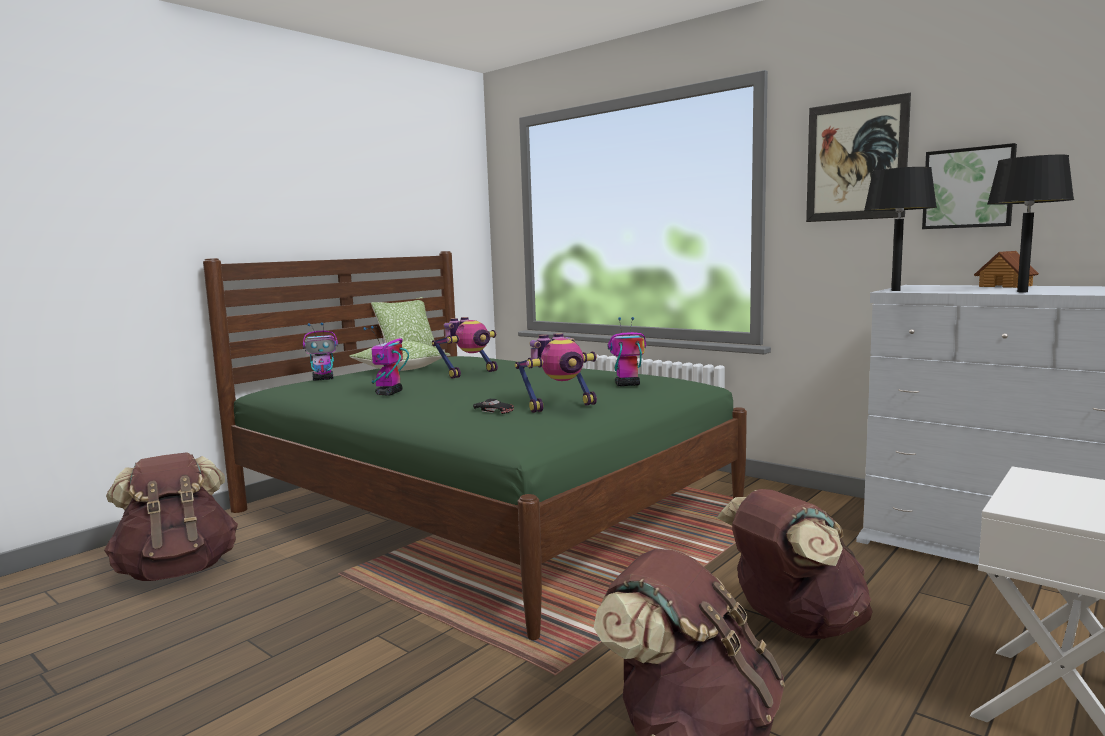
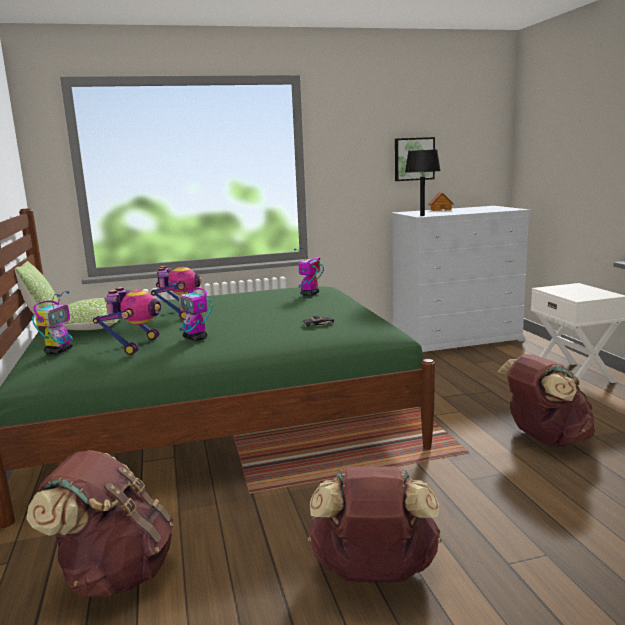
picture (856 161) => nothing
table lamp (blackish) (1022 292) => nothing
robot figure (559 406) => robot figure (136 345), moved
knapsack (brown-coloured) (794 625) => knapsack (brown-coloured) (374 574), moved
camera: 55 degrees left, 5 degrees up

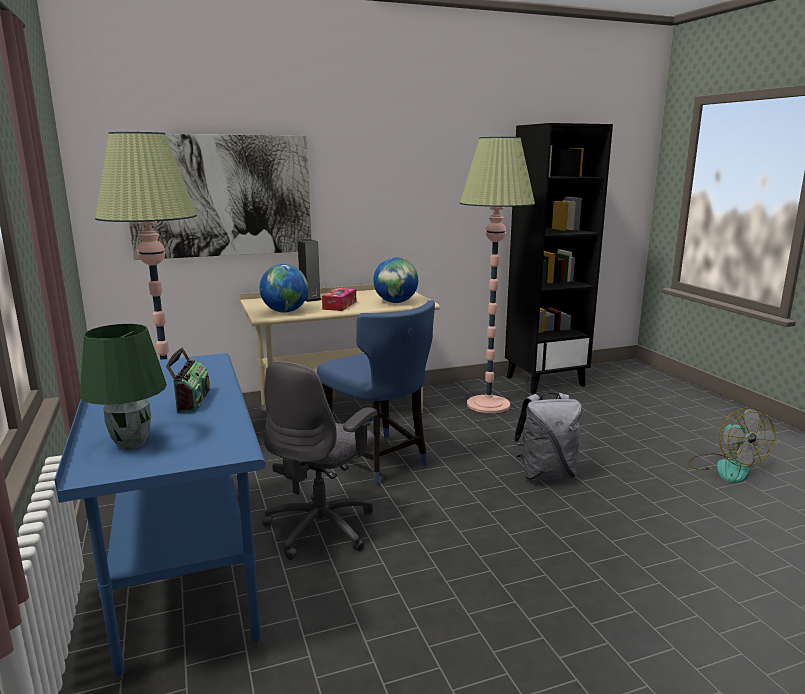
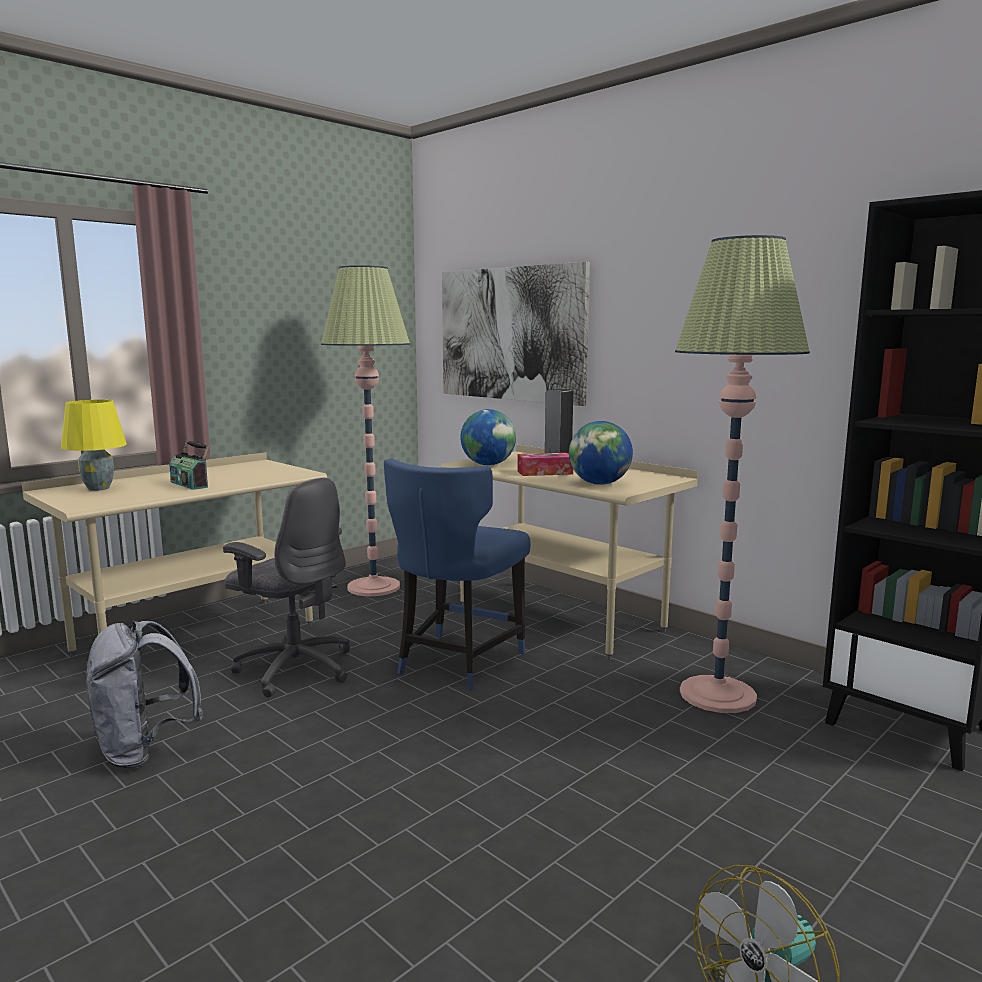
table lamp (green-coloured) (132 443) => table lamp (yellow) (99 488)
radio (191 401) => radio (190 484), 75 degrees clockwise
desk unit (blue-coloured) (184 577) => desk unit (sand-coloured) (196 639)
computer chair (gray) (322 527) => computer chair (gray) (295 668), 150 degrees counterclockwise
knapsack (gray) (546 474) => knapsack (gray) (145 750), moved
camera: 65 degrees right, 5 degrees down

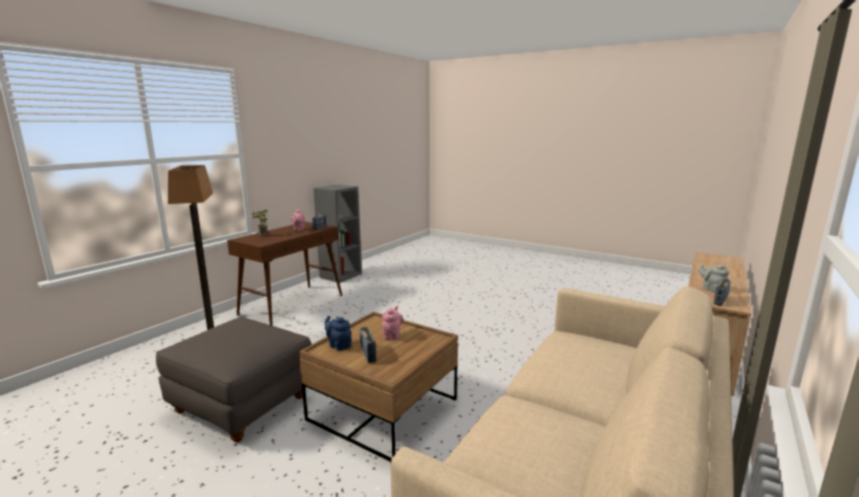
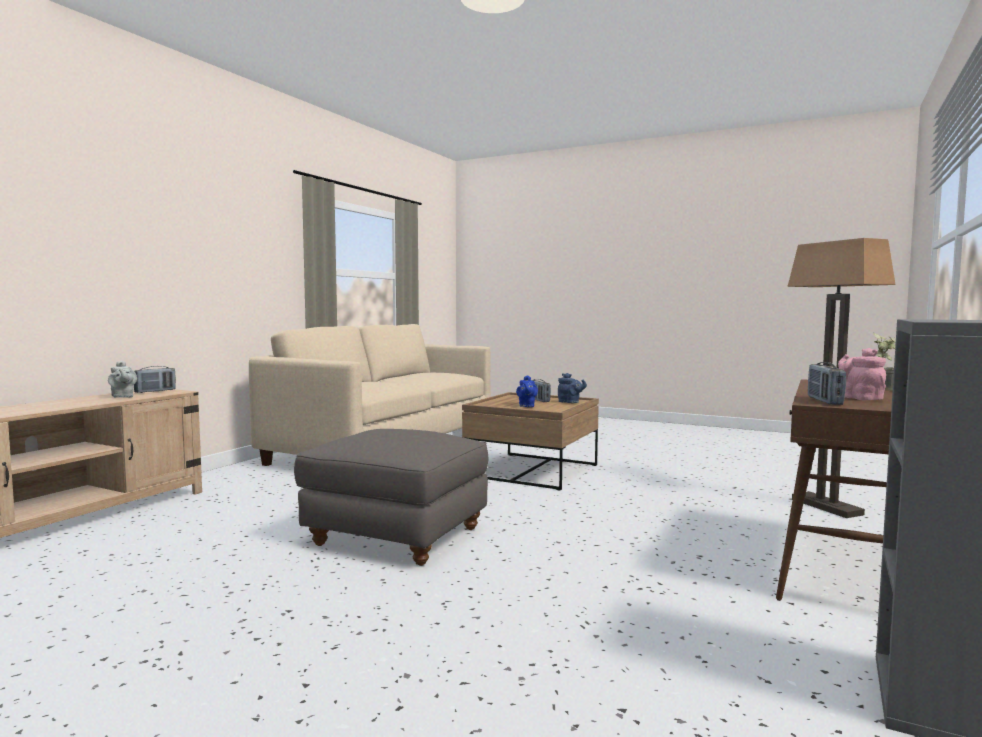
teapot (pinkish) (392 335) => teapot (blue-coloured) (526 406)
ottoman (gray) (243 405) => ottoman (gray) (396 537), moved
camera: 175 degrees right, 10 degrees down

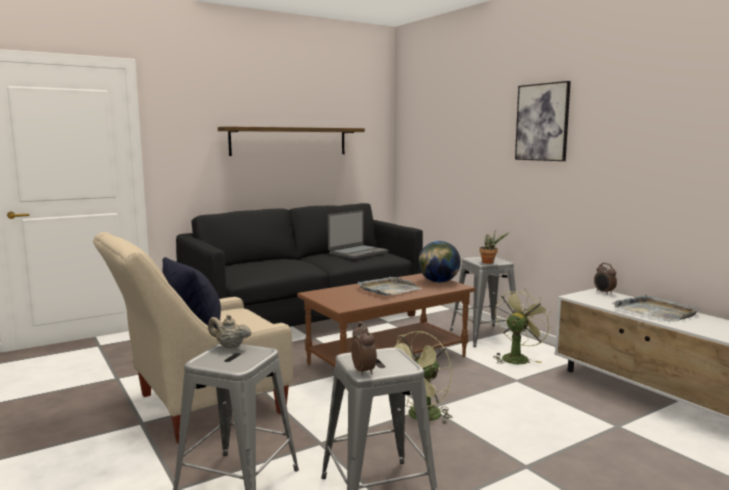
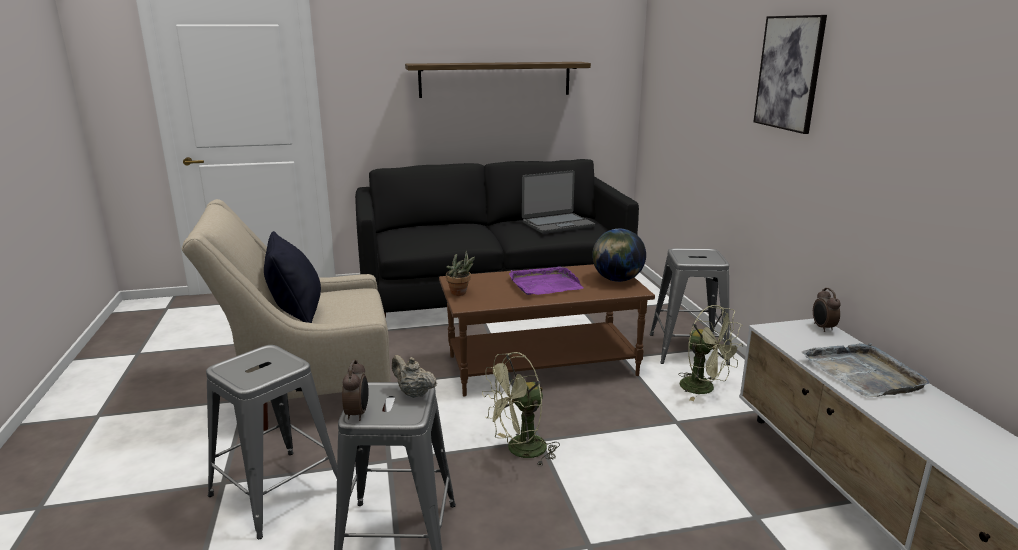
plant in a pot (489 262) => plant in a pot (461 293), moved
carrying tray (gray) (388 289) => carrying tray (purple-coloured) (544 284)
fan (green-coloured) (517 358) => fan (green-coloured) (704 389), 75 degrees clockwise
teapot (sand-coloured) (229 346) => teapot (sand-coloured) (413 393), moved
camera: 20 degrees right, 10 degrees up

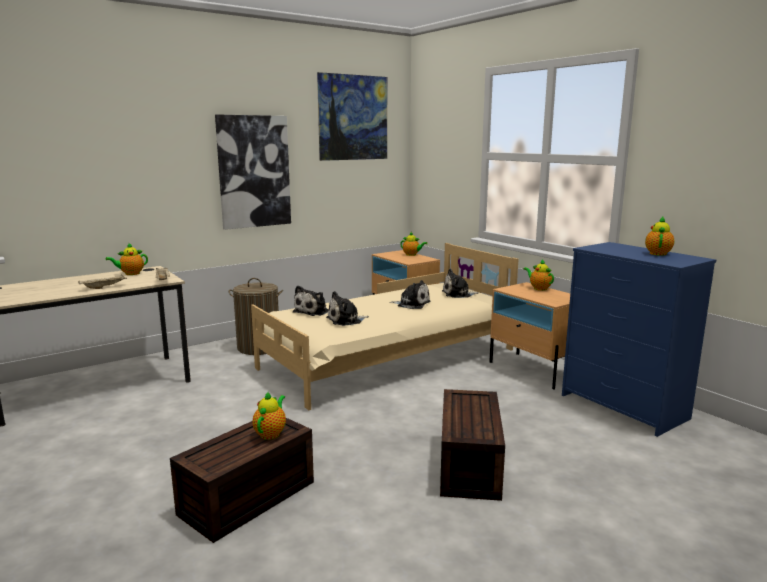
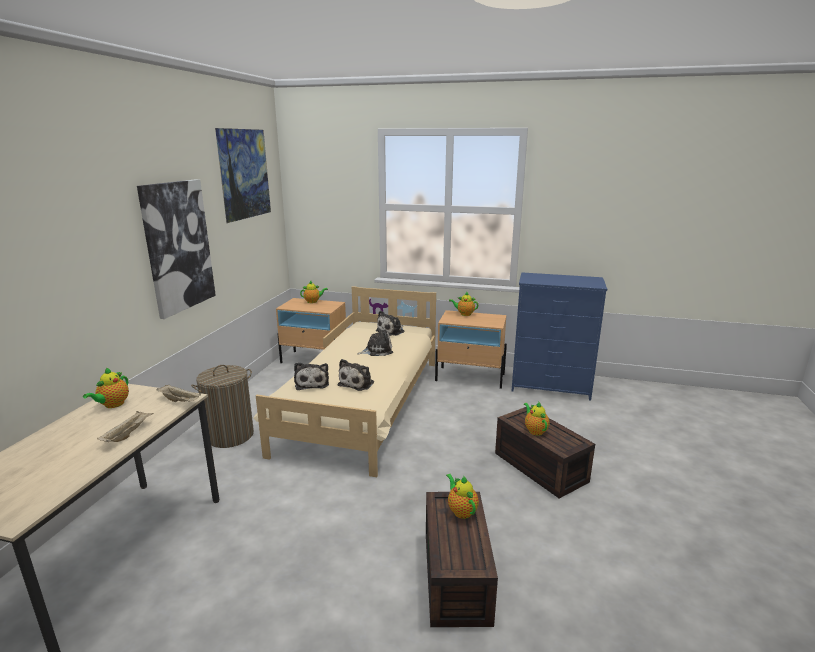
teapot (658 253) => teapot (535 430), moved
camera: 40 degrees left, 5 degrees up

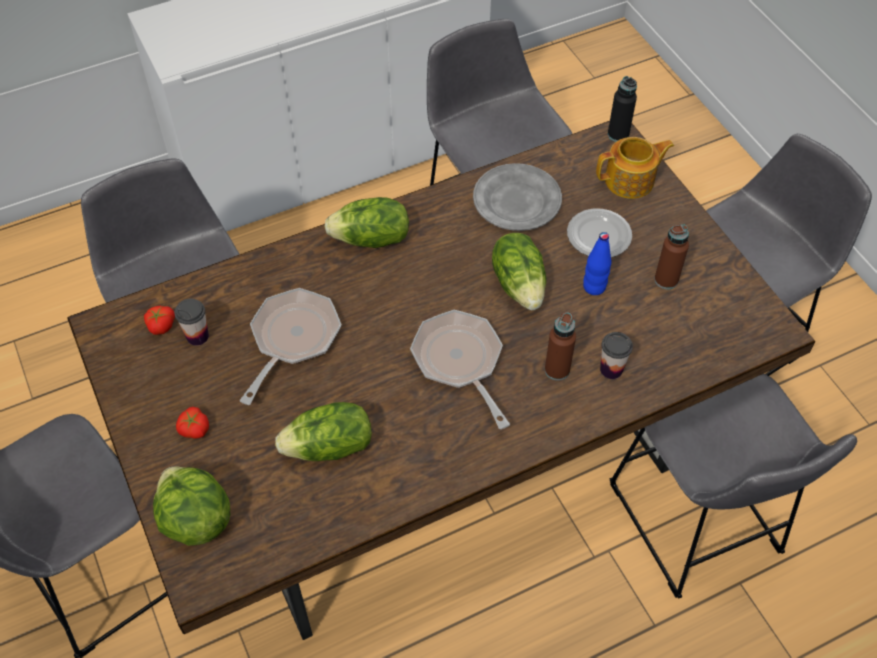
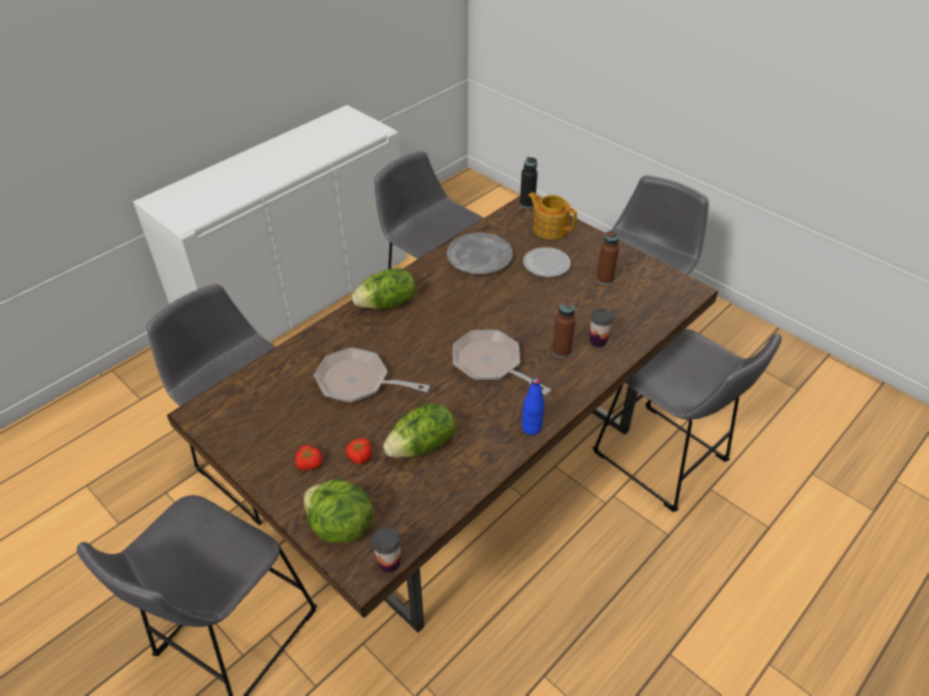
teapot (630 181) => teapot (550 228), 105 degrees counterclockwise
bottle (blue-coloured) (594 287) => bottle (blue-coloured) (531 428), moved
lettuce (520 284) => nothing
skillet (292 339) => skillet (358 382), 75 degrees counterclockwise
cup (197 336) => cup (389 562), moved
fresh tomato (160 325) => fresh tomato (359 456), moved
camera: 20 degrees left, 10 degrees down

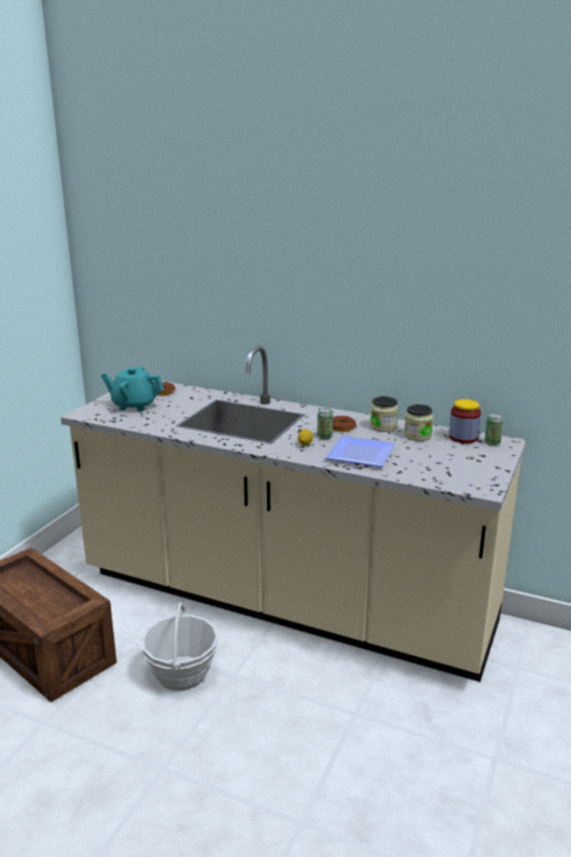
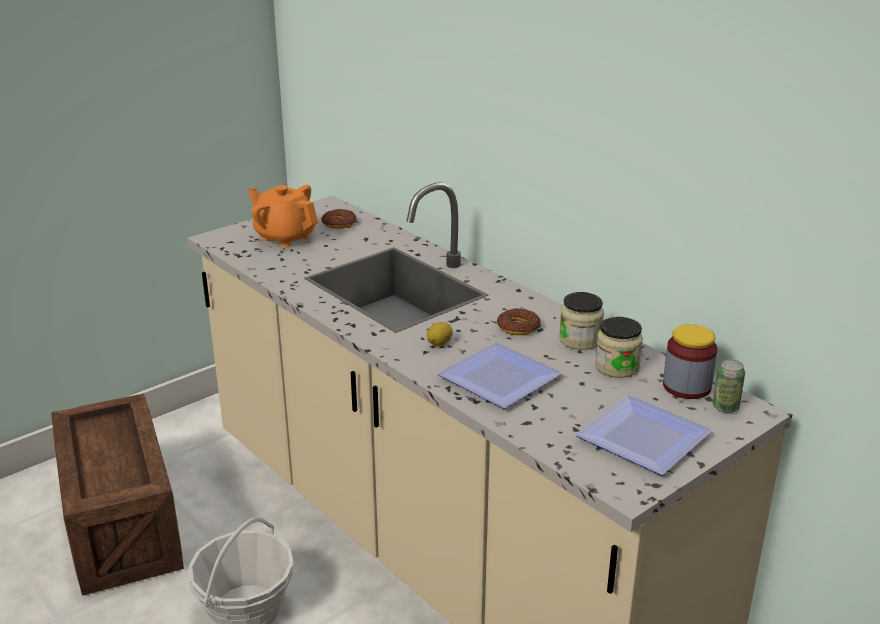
teapot (blue-green) (134 405) => teapot (orange-coloured) (285 237)
metal can (324 437) => nothing
nothing => plate (648 438)
camera: 25 degrees right, 5 degrees up

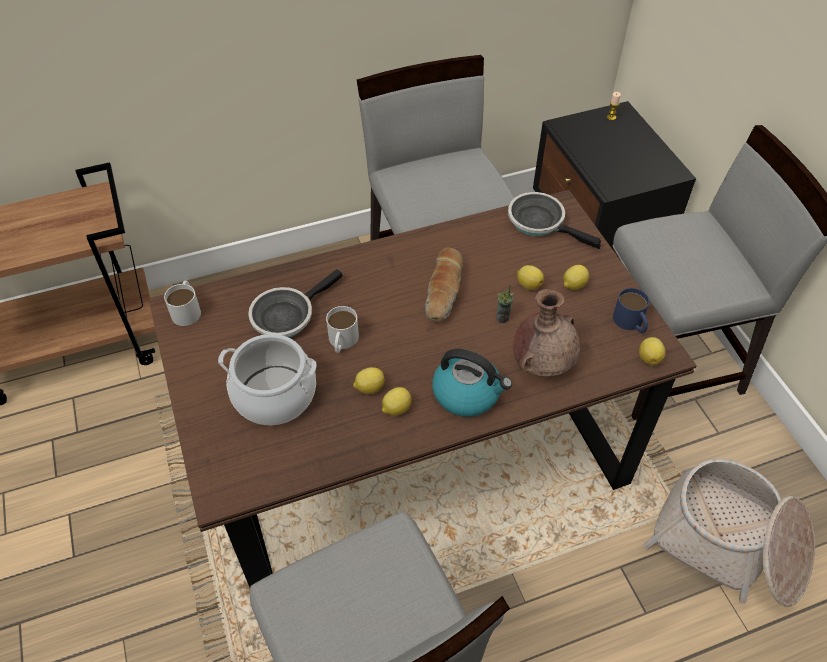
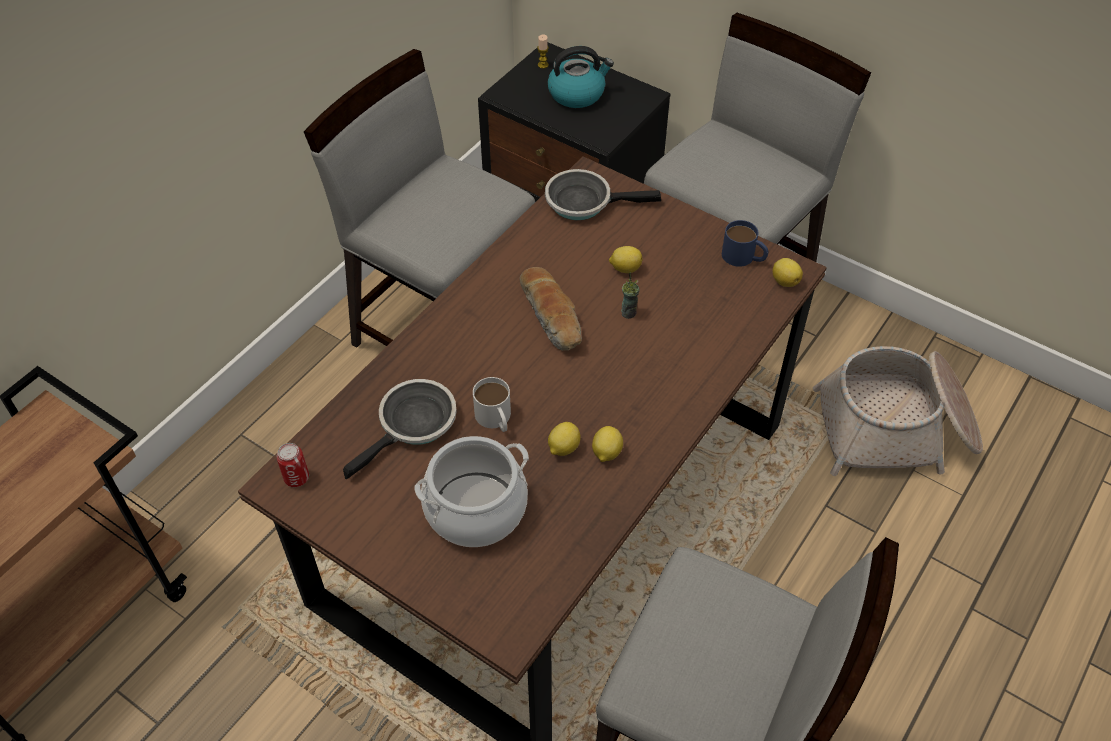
citrus fruit (573 285) => nothing
skillet (286 316) => skillet (414 425), 150 degrees counterclockwise
coffee mug (whitish) (187 309) => metal can (296 478)
decorative vase (brown-coloured) (542 364) => nothing
tea kettle (467 393) => tea kettle (577 93), moved
camera: 35 degrees left, 0 degrees up

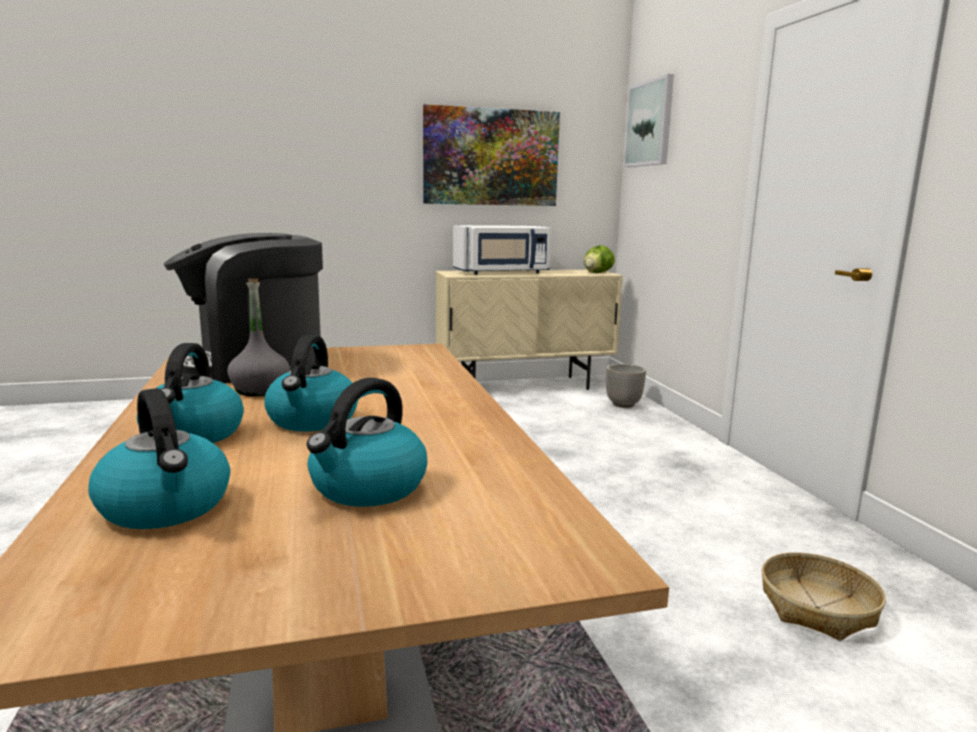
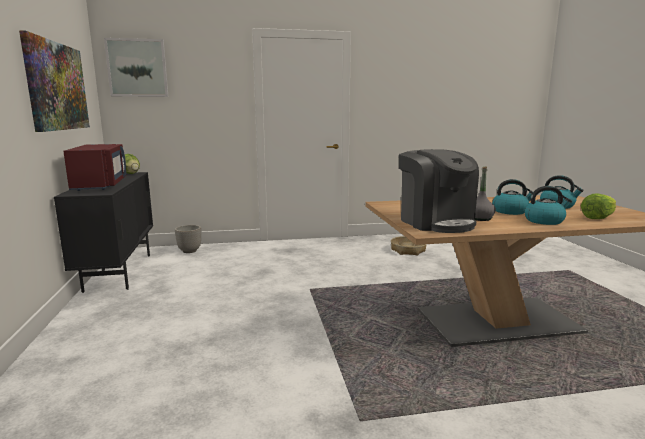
microwave (whitish) (502 272) => microwave (red-coloured) (101 185)
cupboard (sand-coloured) (525 386) => cupboard (blackish) (119 272)
tea kettle (166 507) => lettuce (598 218)
camera: 85 degrees left, 0 degrees up

